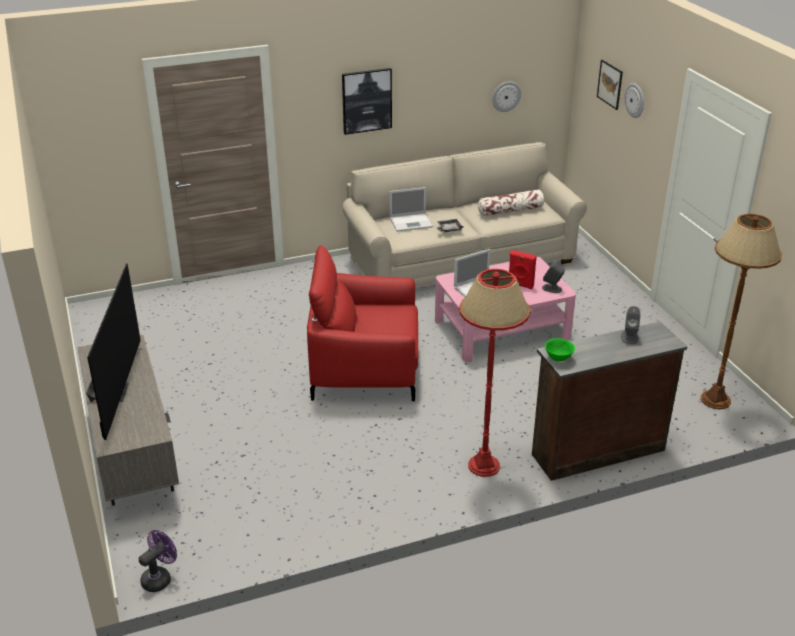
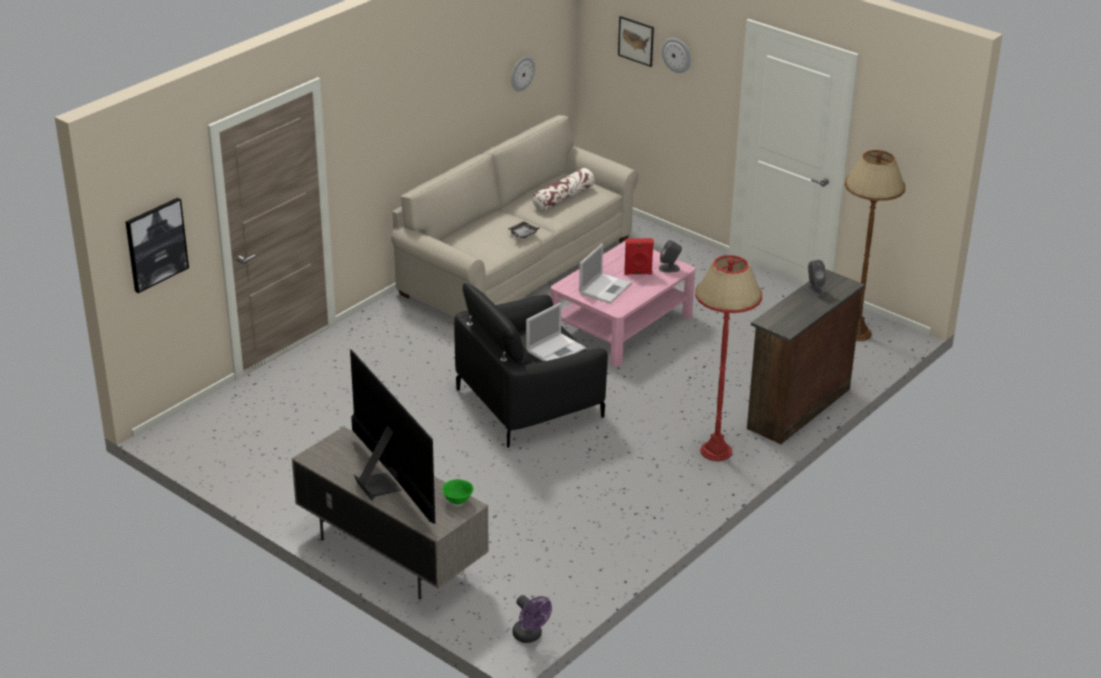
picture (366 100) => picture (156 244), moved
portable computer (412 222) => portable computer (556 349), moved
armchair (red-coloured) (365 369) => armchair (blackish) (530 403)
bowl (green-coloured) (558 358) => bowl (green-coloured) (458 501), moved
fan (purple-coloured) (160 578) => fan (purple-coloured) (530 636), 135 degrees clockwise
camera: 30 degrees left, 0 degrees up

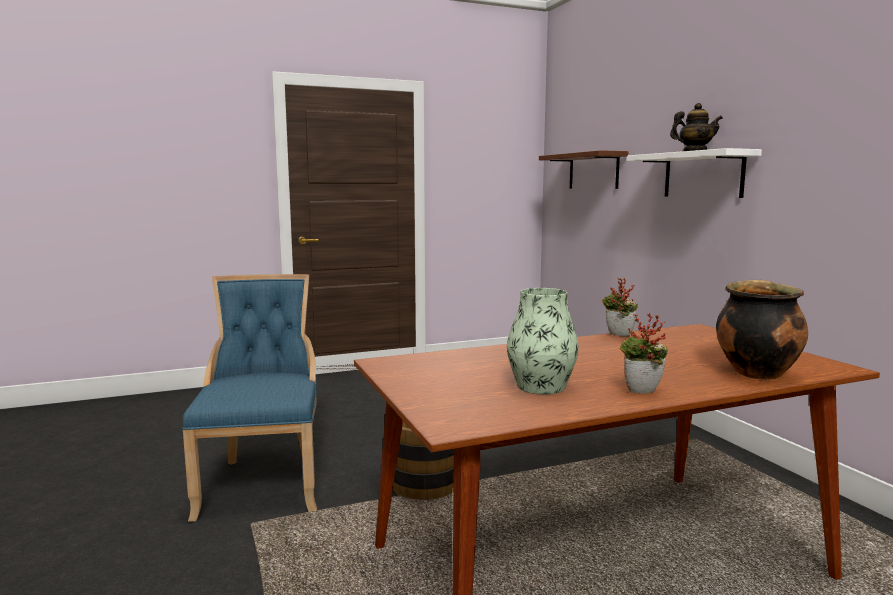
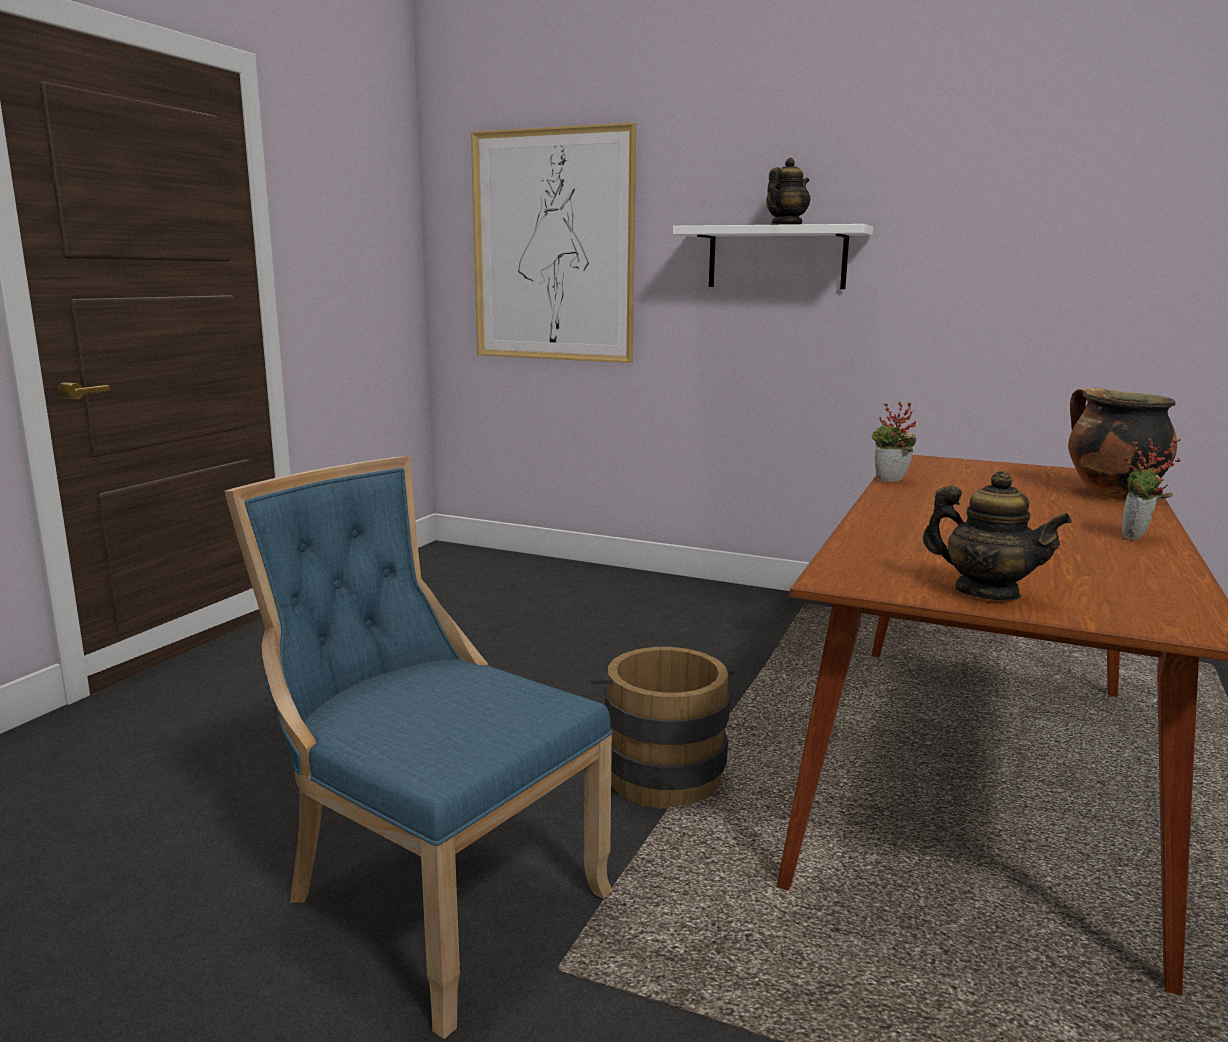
wall shelf (brown-coloured) (593 171) => picture (553 247)
decorative vase (541 386) => nothing
nothing => teapot (986 592)
camera: 45 degrees left, 5 degrees up

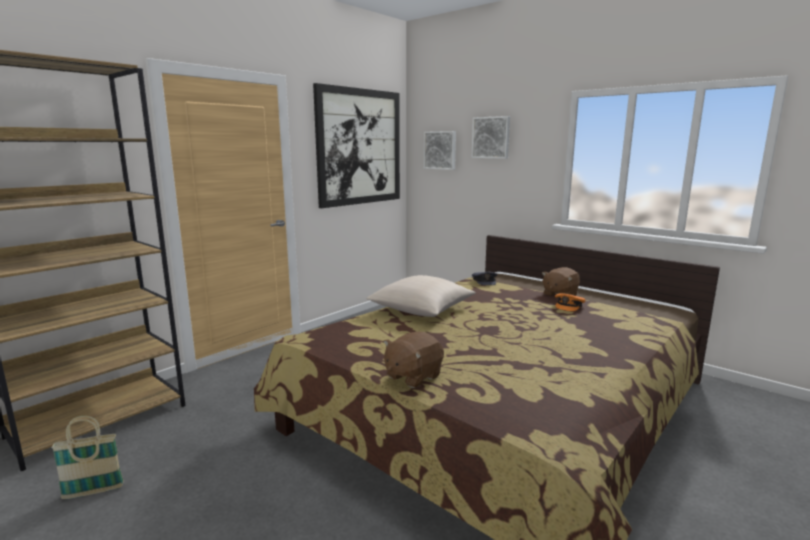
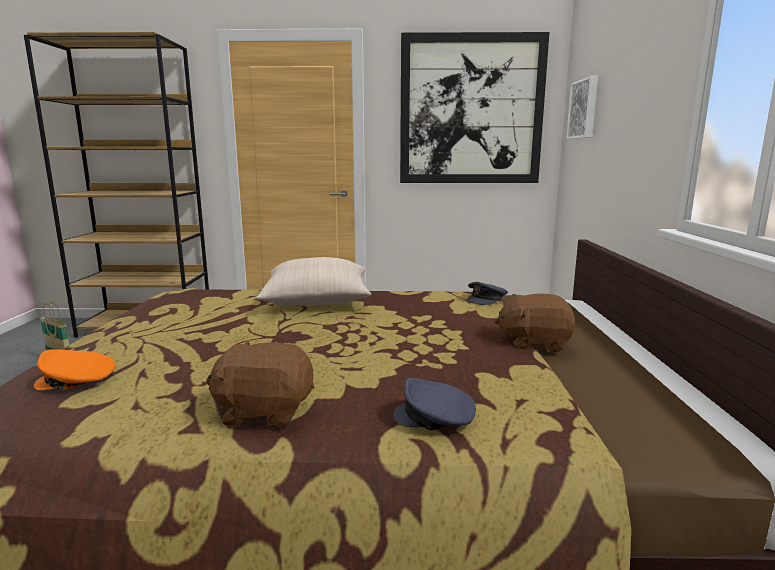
picture (491 137) => nothing
peaked cap (orange-coloured) (569 306) => peaked cap (orange-coloured) (76 381), moved
plush toy (brown-coloured) (412 376) => plush toy (brown-coloured) (265 412), moved
nothing => peaked cap (gray) (435 418)
camera: 50 degrees right, 0 degrees up

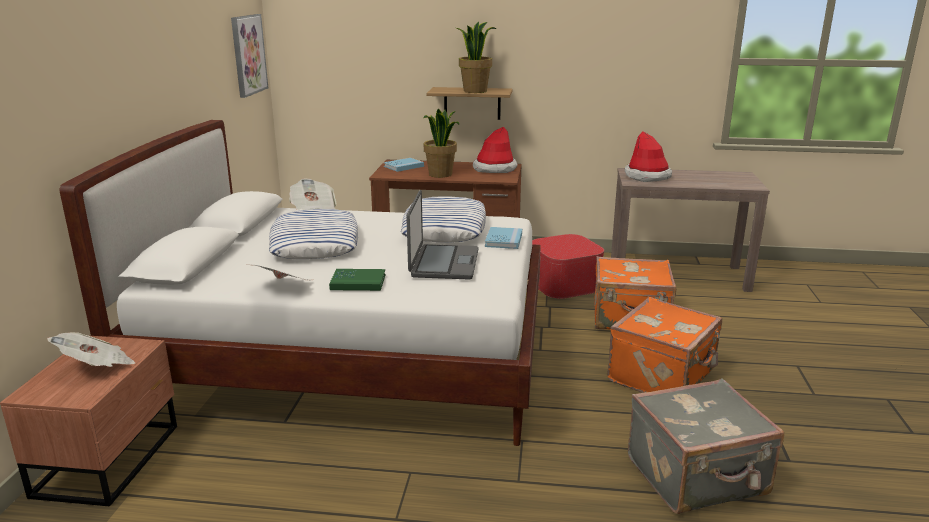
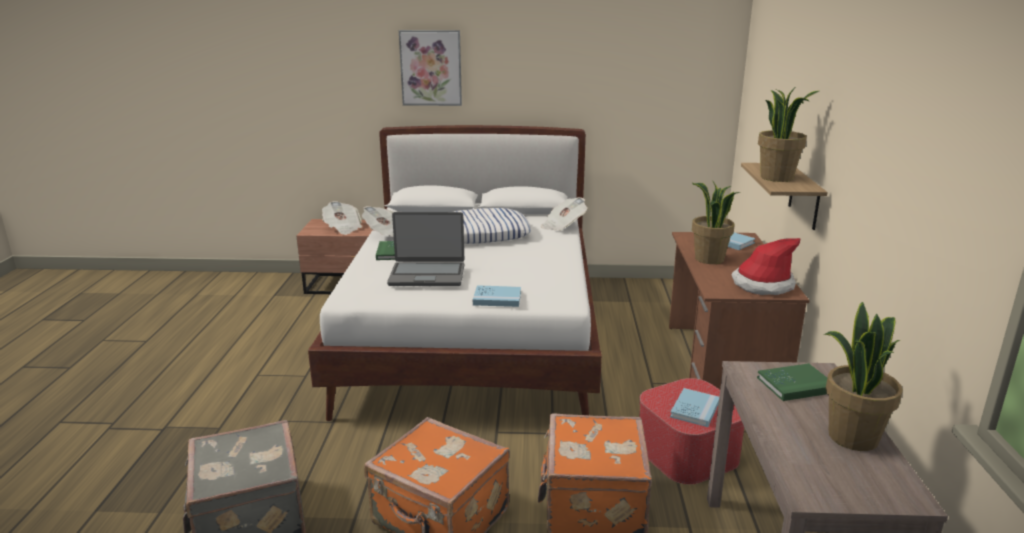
picture (248 55) => picture (431 68), moved
wearable hat (647 176) => bound book (green-coloured) (795 385)
throw pillow (444 228) => nothing
nothing => plant in a pot (851 437)
nothing => bound book (blue-coloured) (695 409)
camera: 85 degrees right, 0 degrees up

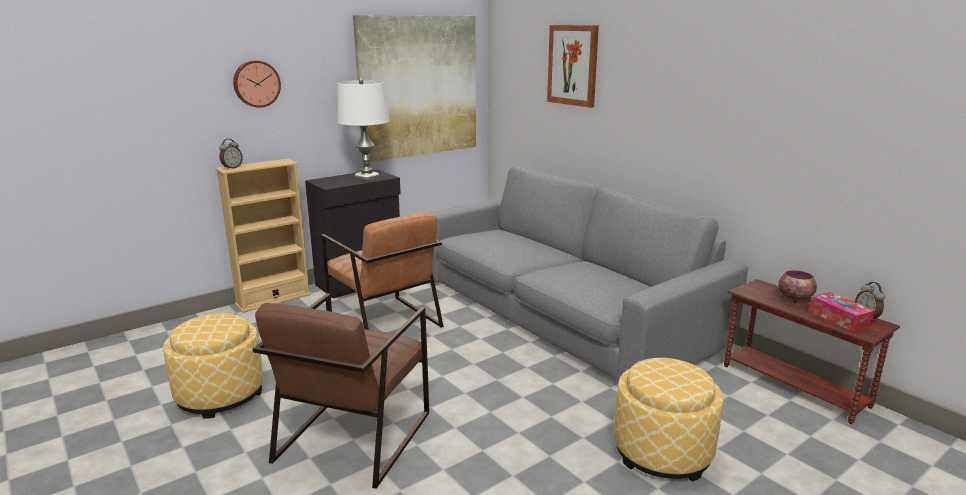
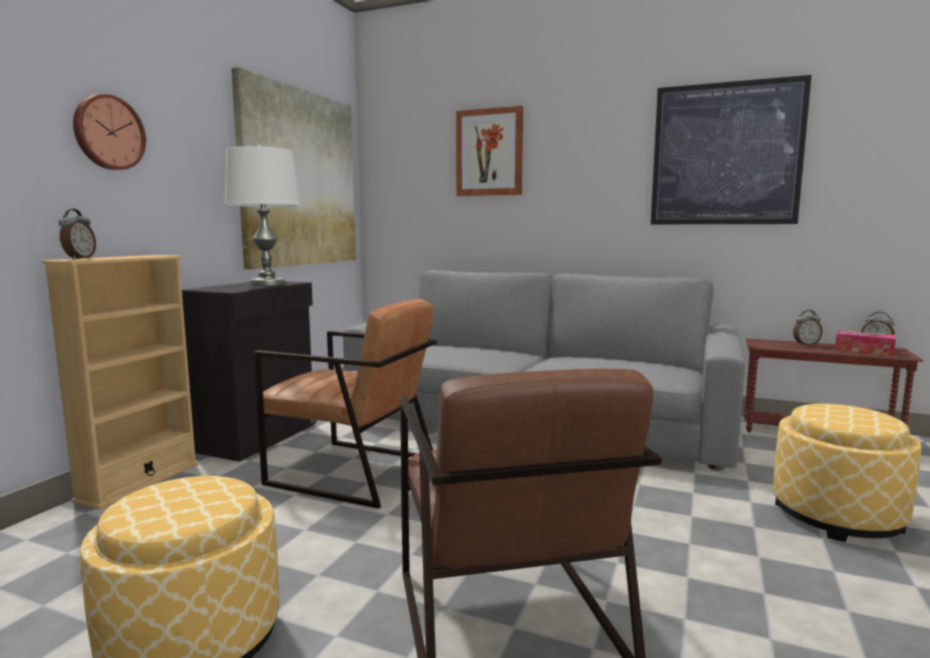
bowl (795 299) => alarm clock (805 344)
nothing => picture (725 154)
camera: 30 degrees left, 10 degrees down

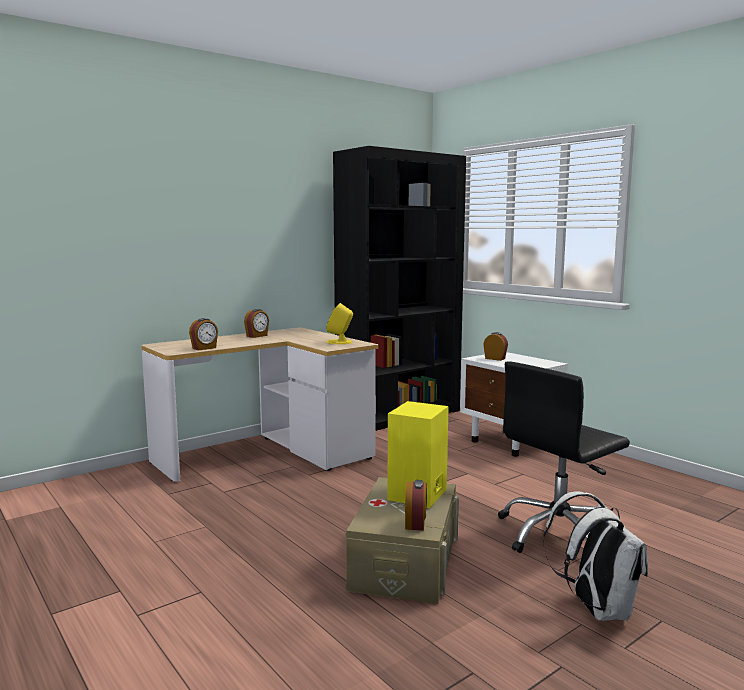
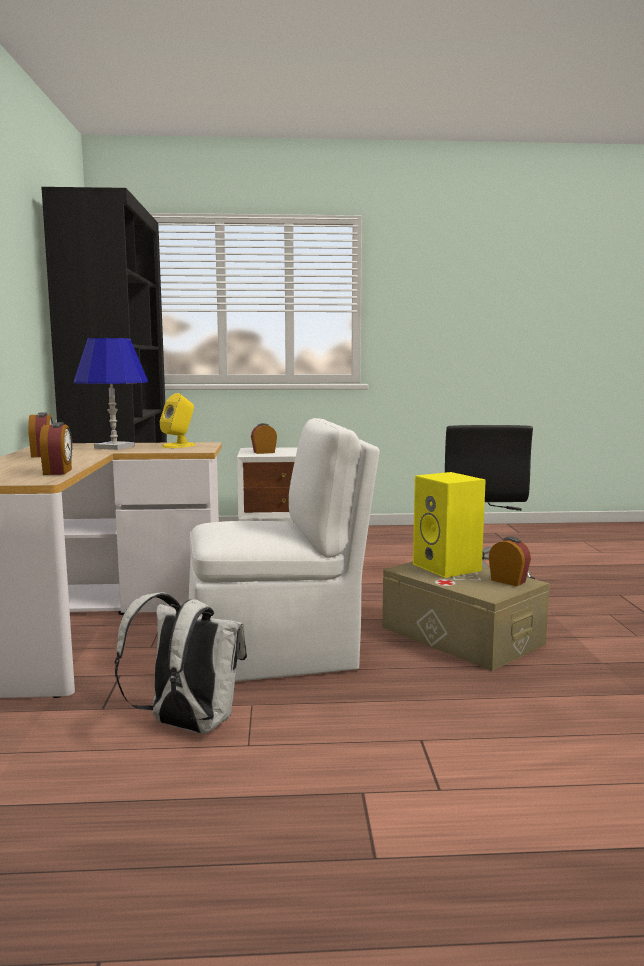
knapsack (whitish) (595 608) => knapsack (whitish) (187 726), moved
nothing => table lamp (blue-coloured) (114 447)
nothing => chair (whitish) (277 653)
camera: 55 degrees left, 0 degrees up

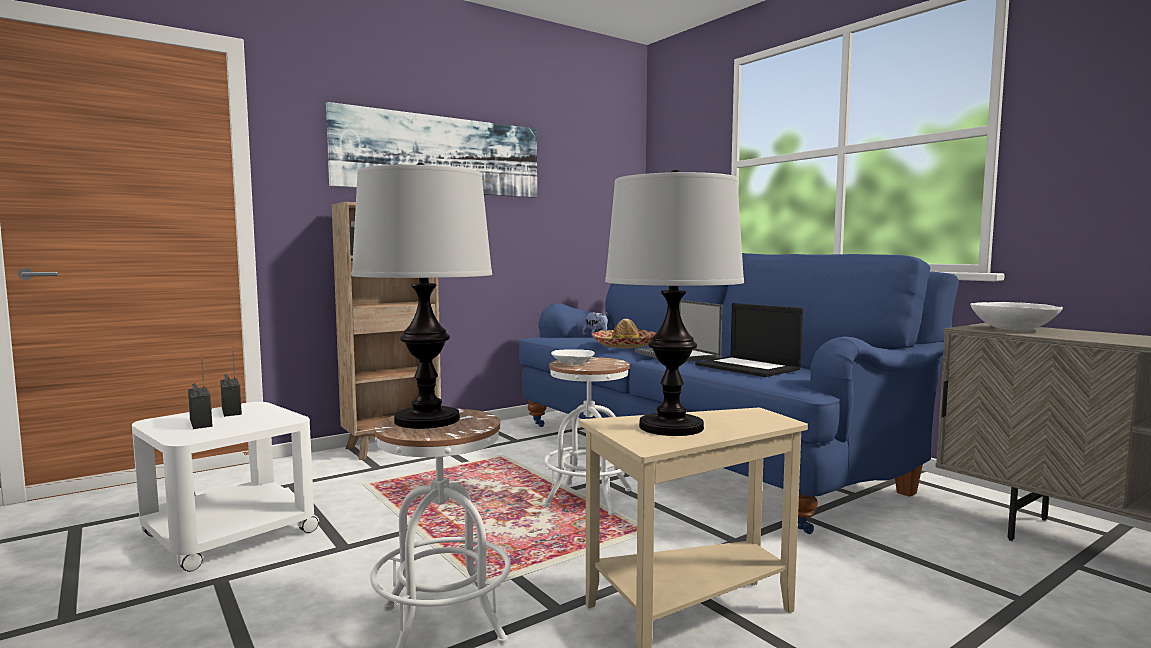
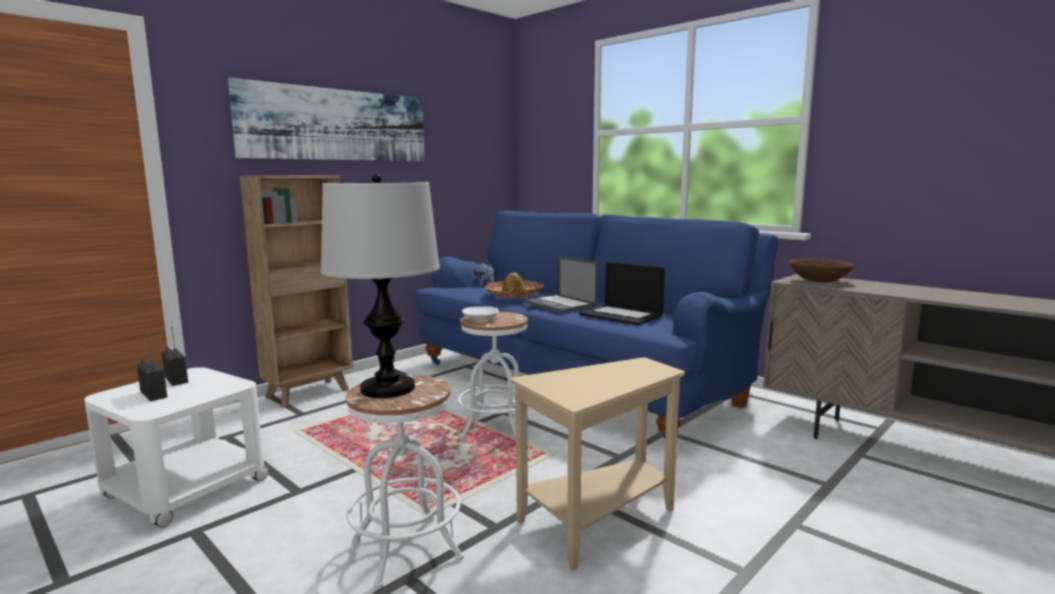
table lamp (671 426) => nothing
bowl (whitish) (1014 329) => bowl (brown-coloured) (820 281)
camera: 10 degrees left, 5 degrees up

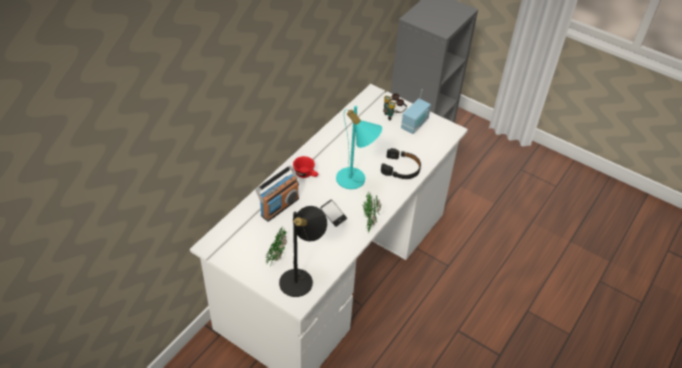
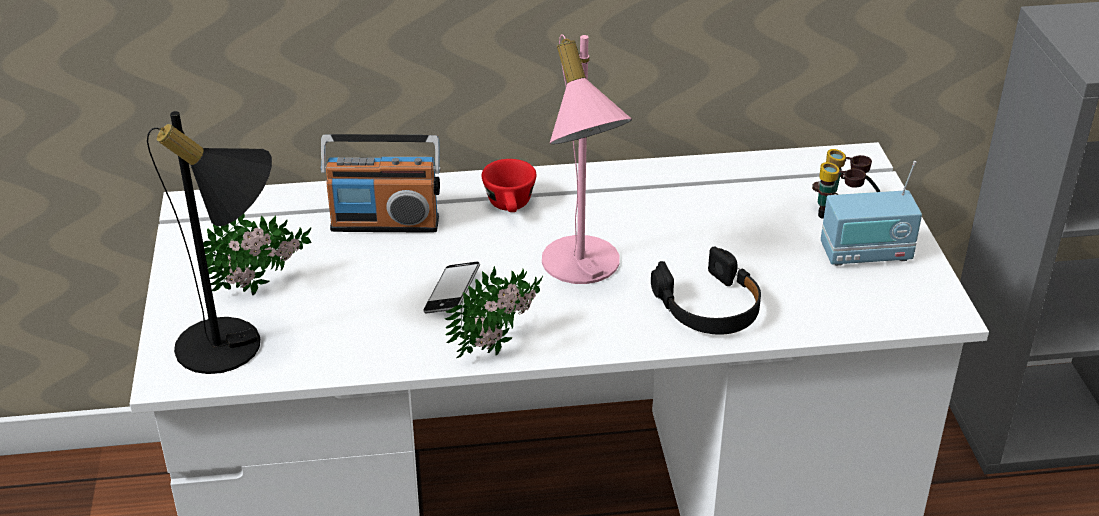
table lamp (blue-green) (355 181) => table lamp (pinkish) (582 270)
camera: 50 degrees right, 10 degrees down

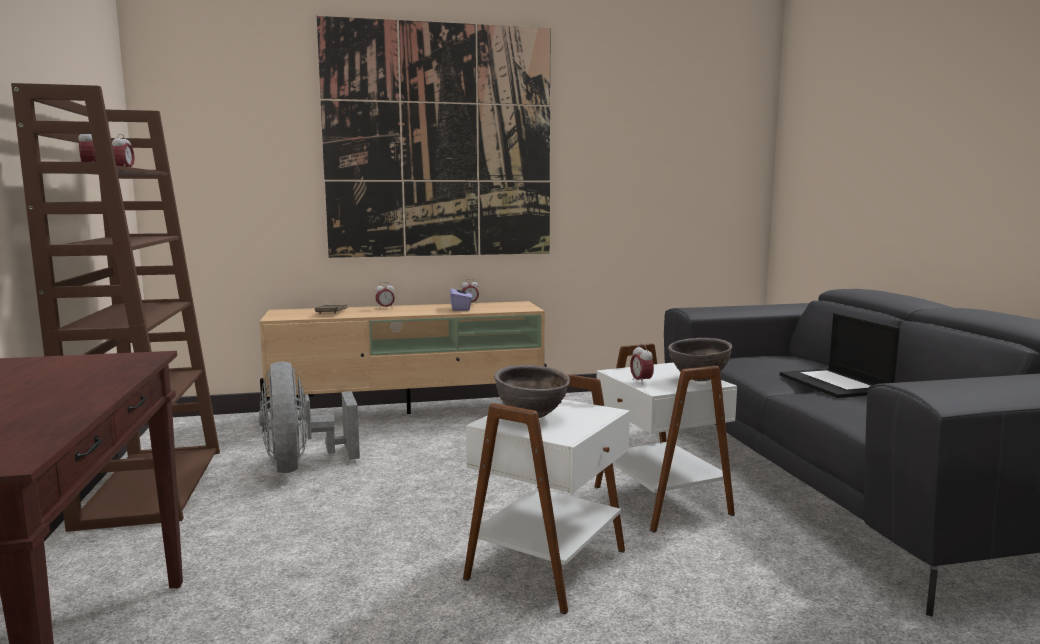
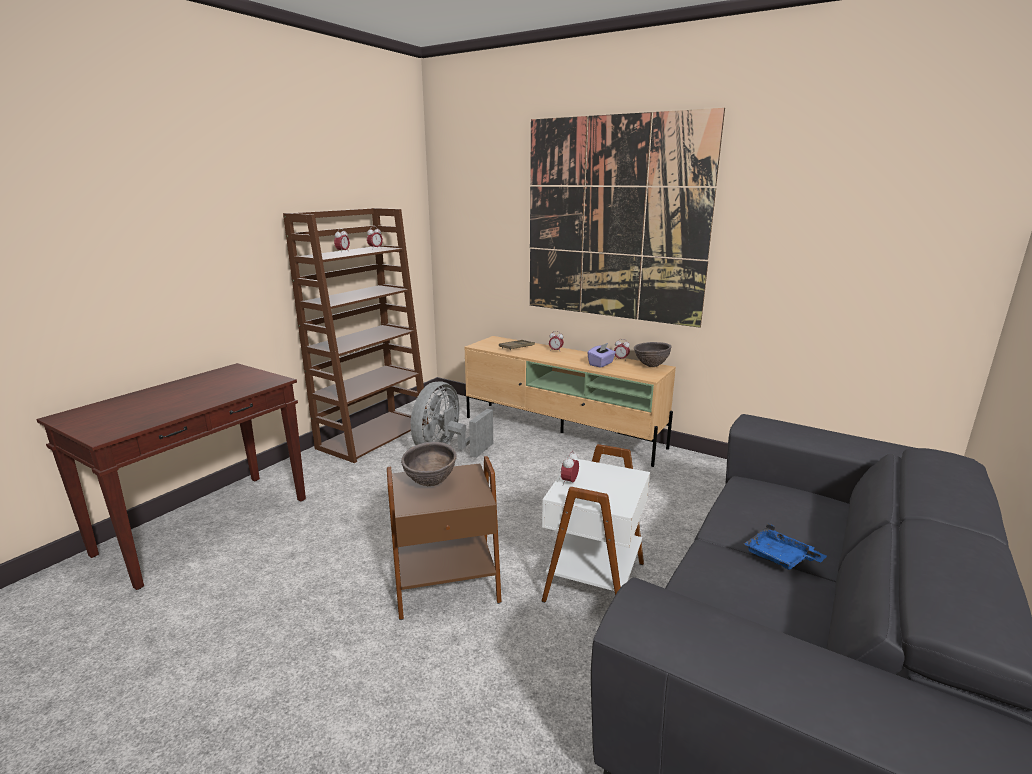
portable computer (836 384) => carrying tray (blue-coloured) (780 557)
bowl (brown-coloured) (698 380) => bowl (brown-coloured) (650 366), moved
accent table (whitish) (550 565) => accent table (brown-coloured) (446 585)
camera: 45 degrees right, 10 degrees up

